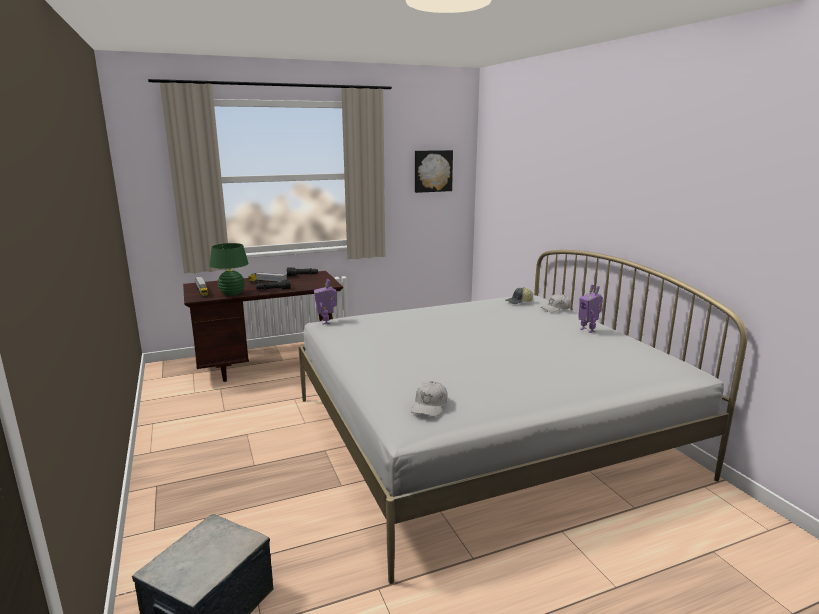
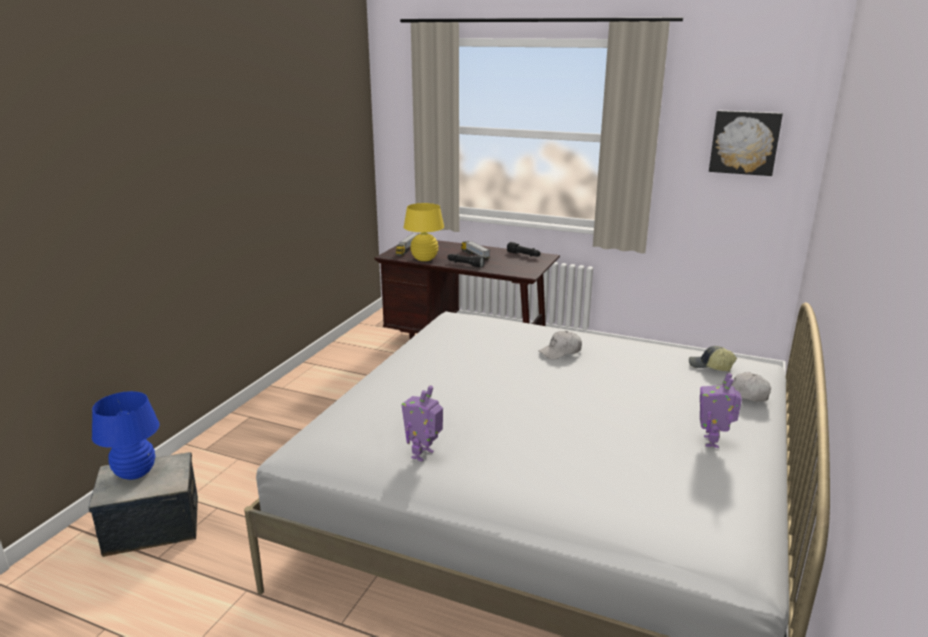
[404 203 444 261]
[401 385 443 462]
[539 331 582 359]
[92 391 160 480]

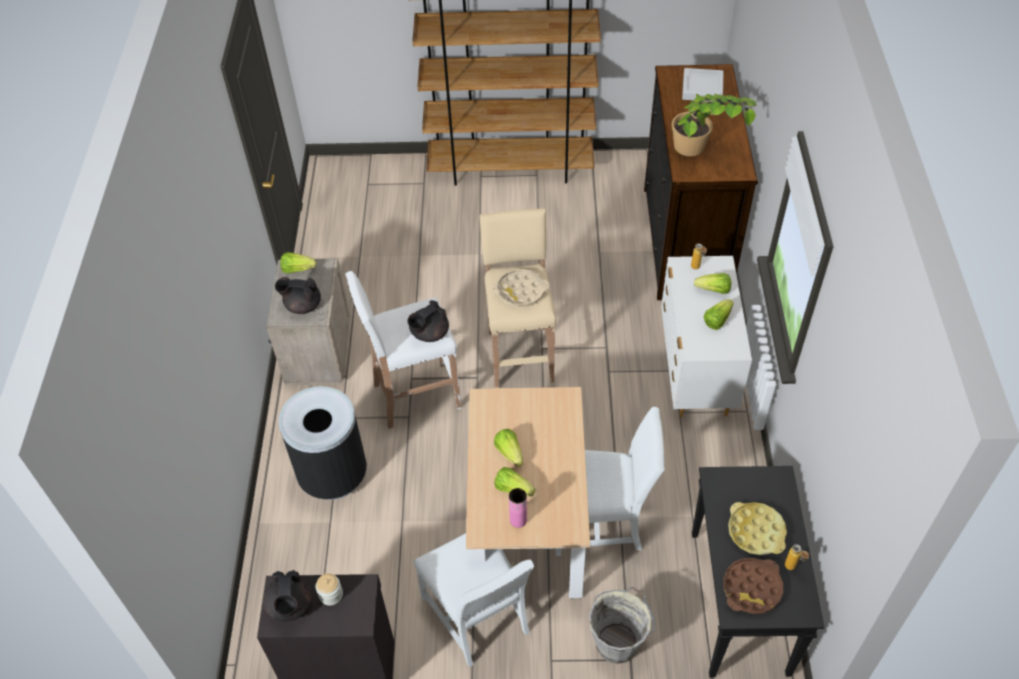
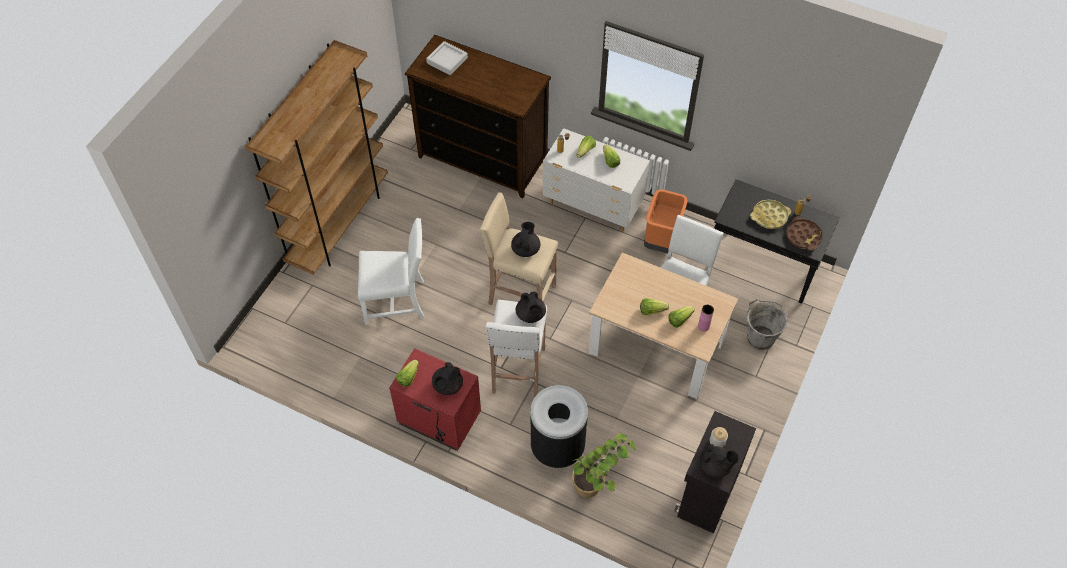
[389 348 481 451]
[358 218 424 325]
[511 222 540 257]
[572 432 636 498]
[644 189 687 253]

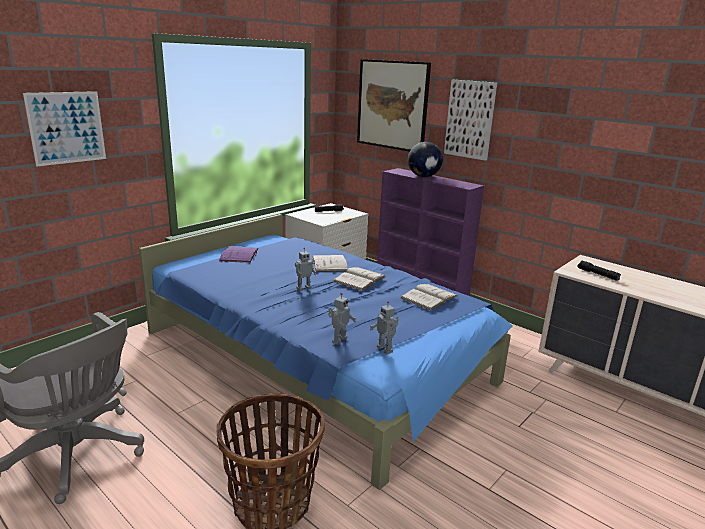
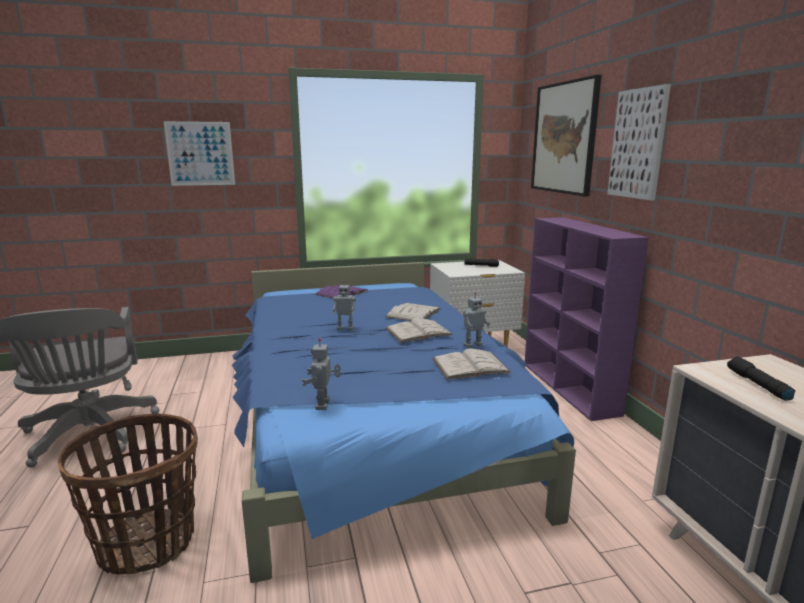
[463 292 491 348]
[408 142 443 177] (first image)

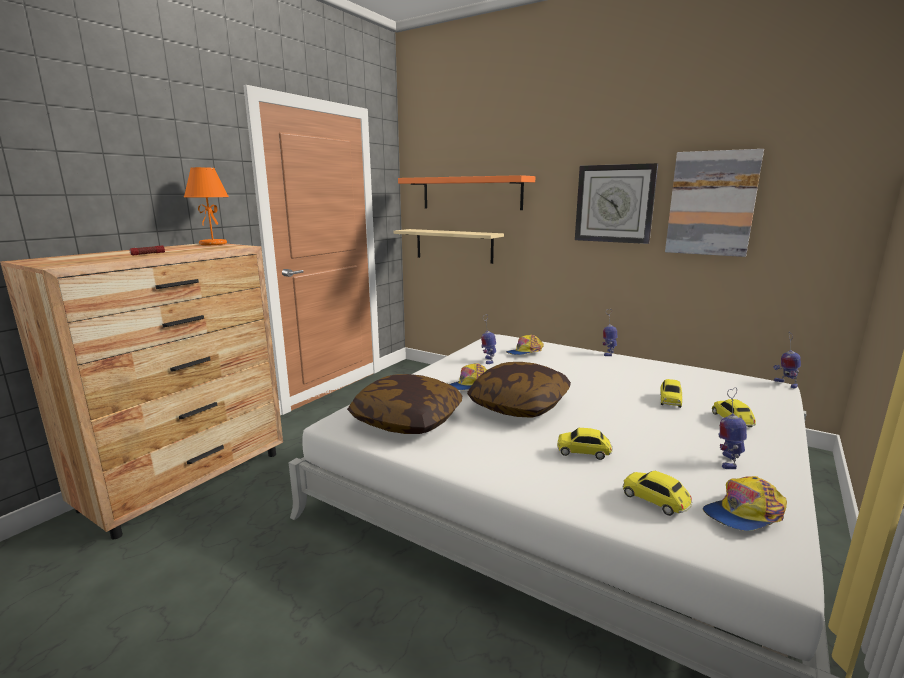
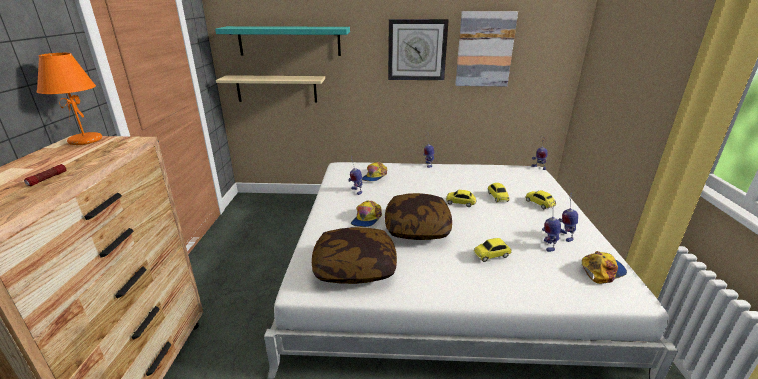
[215 26 350 56]
[446 190 477 207]
[582 251 627 284]
[542 200 561 252]

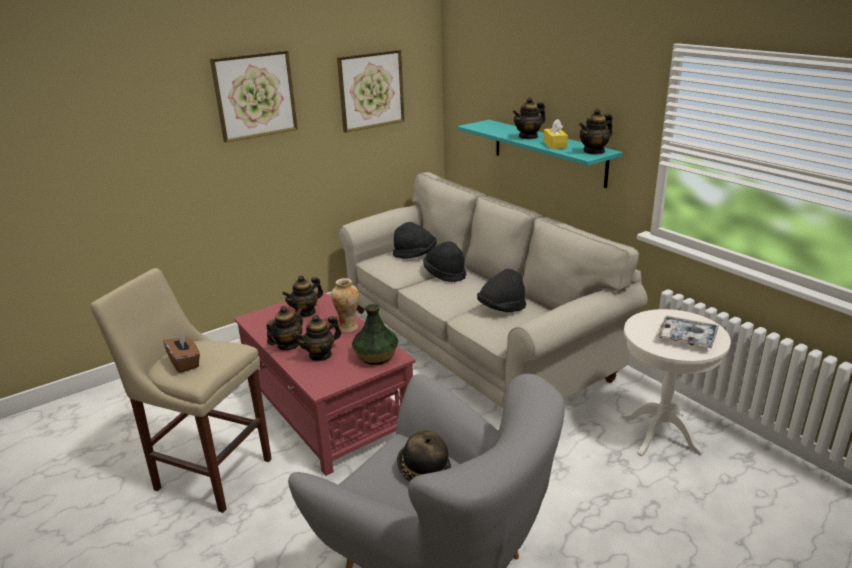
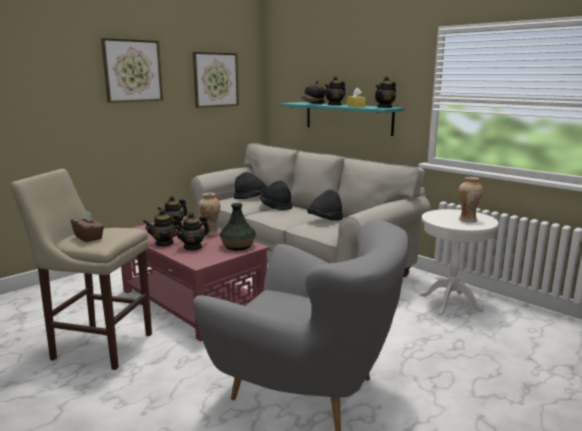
[143 209 183 246]
[301 81 326 104]
[458 177 483 223]

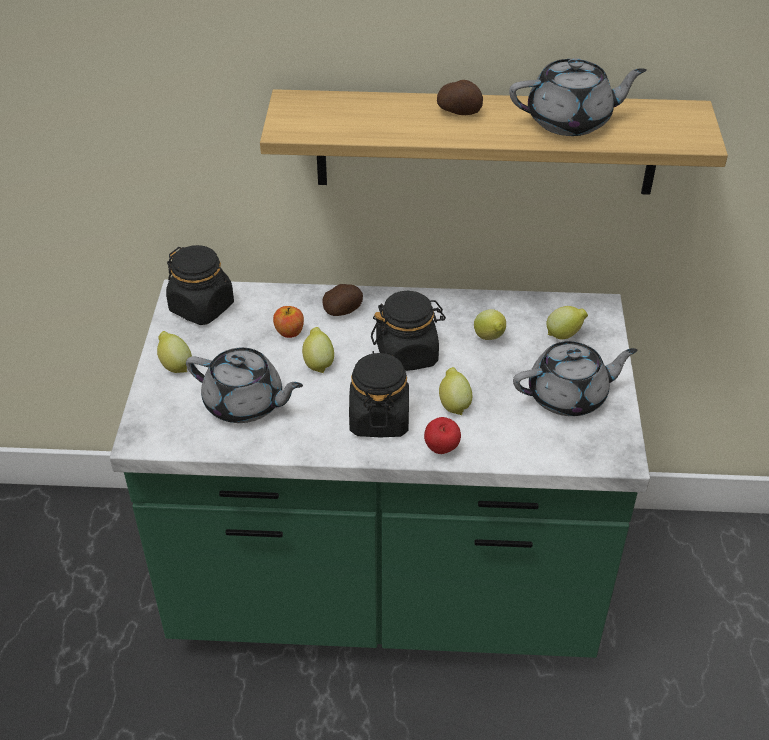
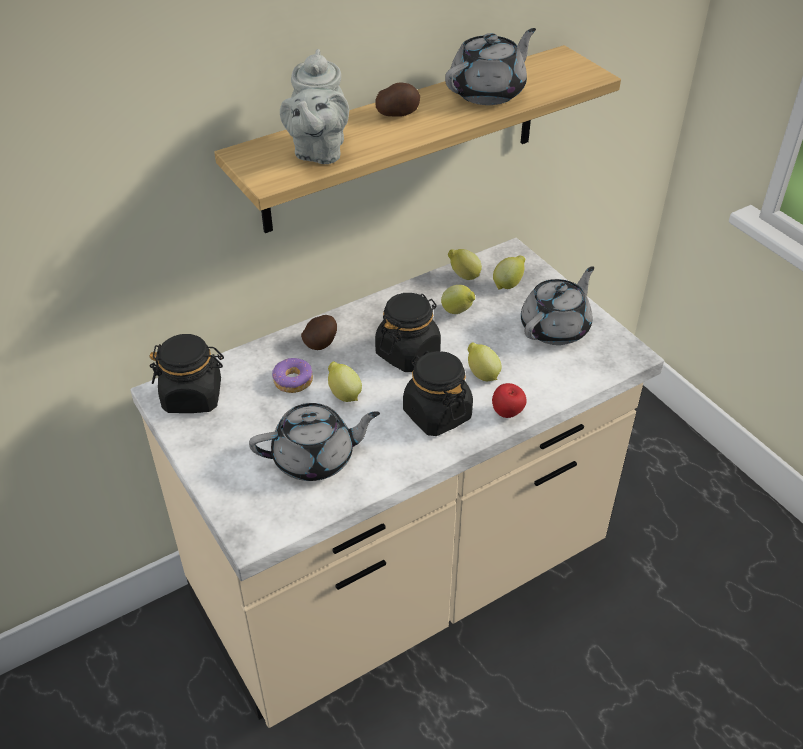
[130 238 664 728]
[448 249 482 280]
[272 358 313 393]
[280 49 349 164]

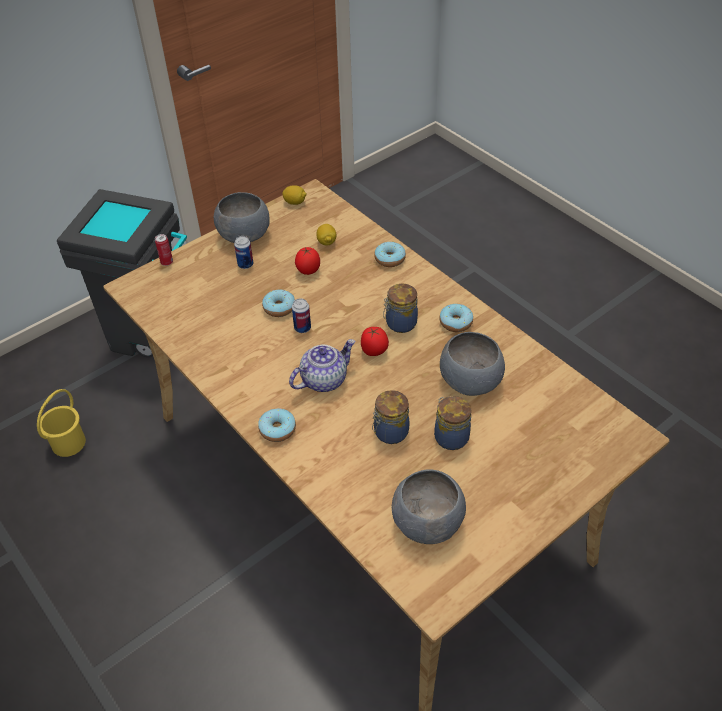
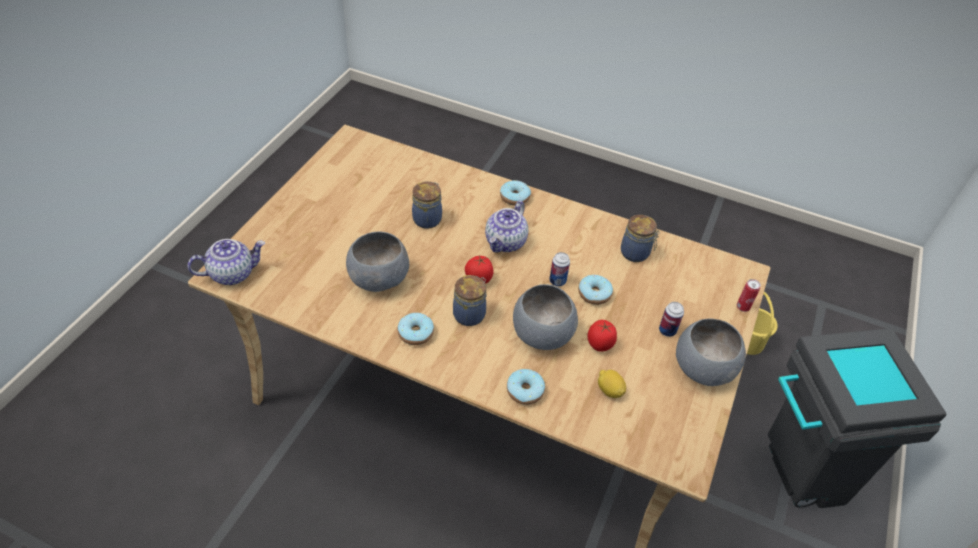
[282 185 307 205] (first image)
[513 284 578 350]
[621 215 660 262]
[188 239 265 285]

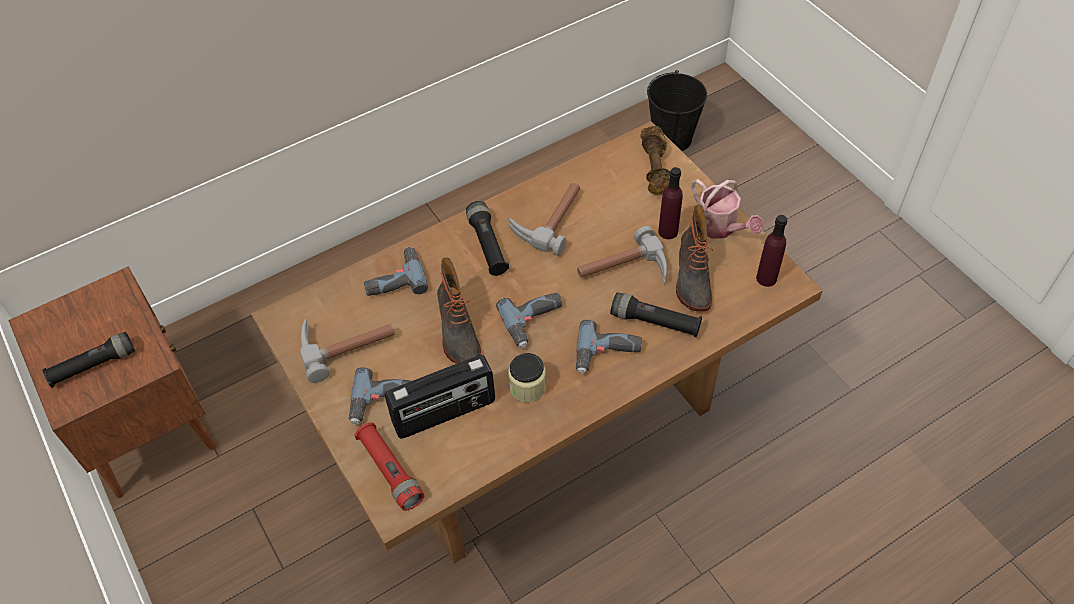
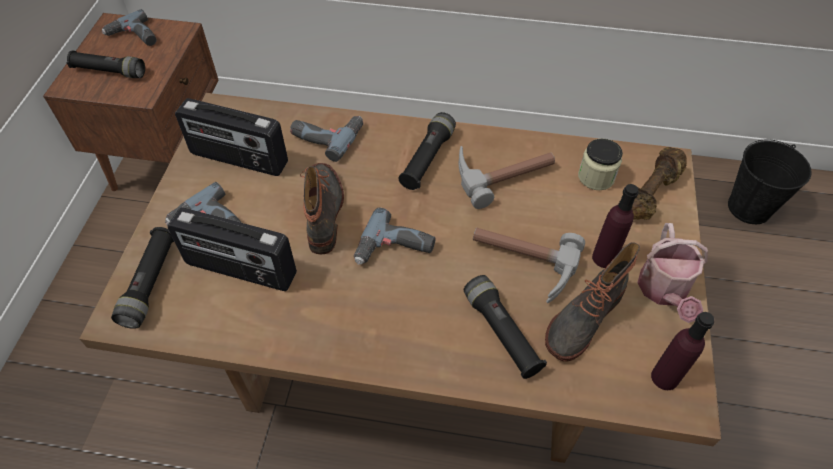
[175 98 288 176]
[111 227 174 329]
[300 163 344 254]
[578 138 623 190]
[102 9 156 46]

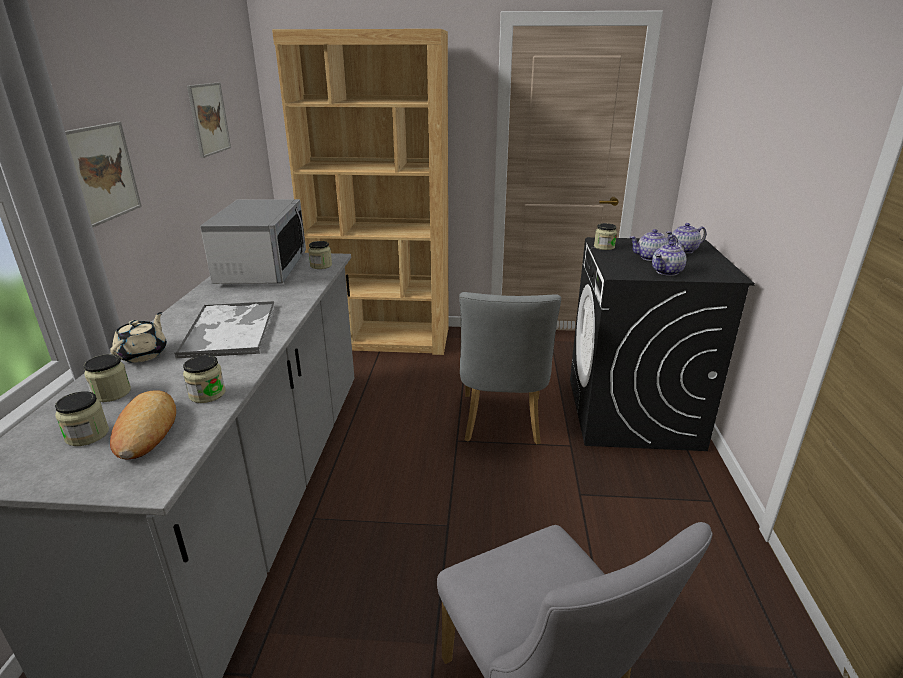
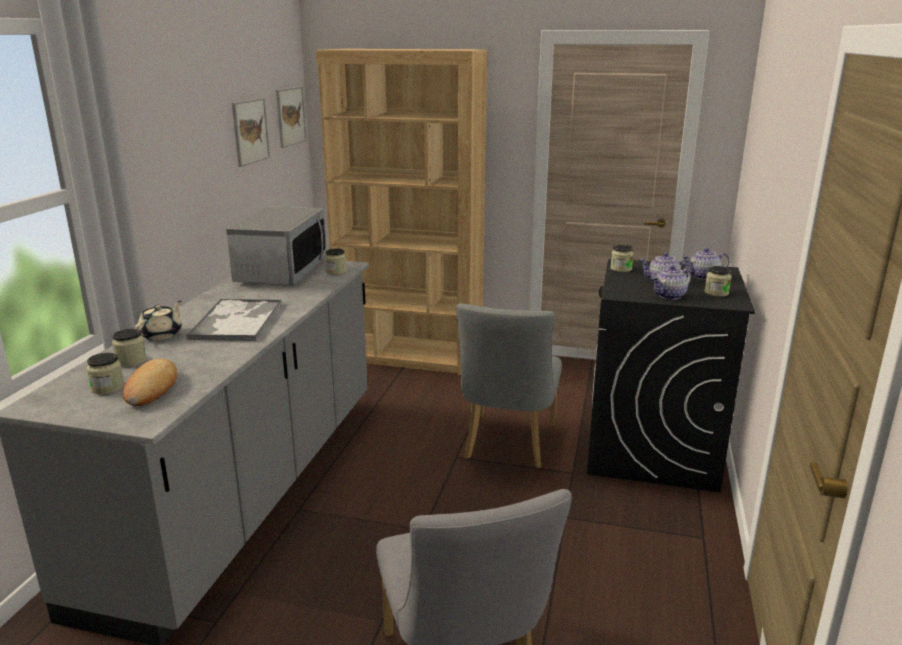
[276 86 307 148]
[705 266 732 297]

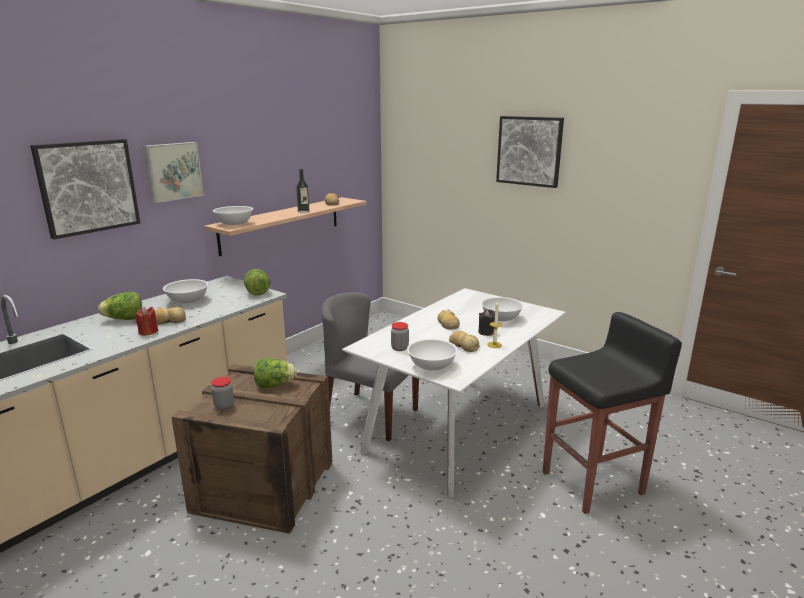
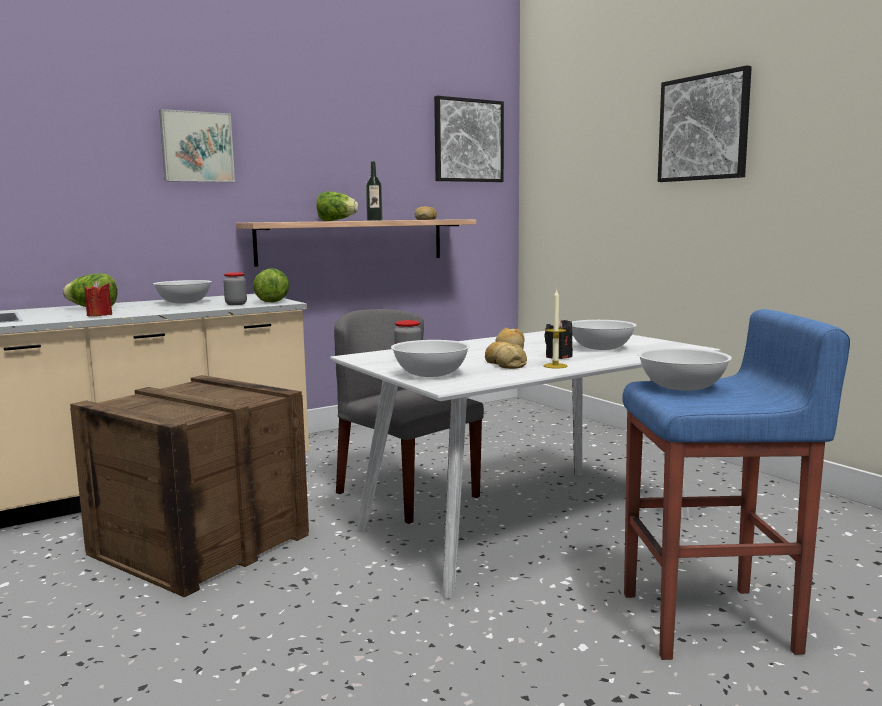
[434 96 504 182]
[155 306 186 325] (first image)
[224 272 247 305]
[637 348 732 391]
[317 191 358 221]
[622 309 850 660]

